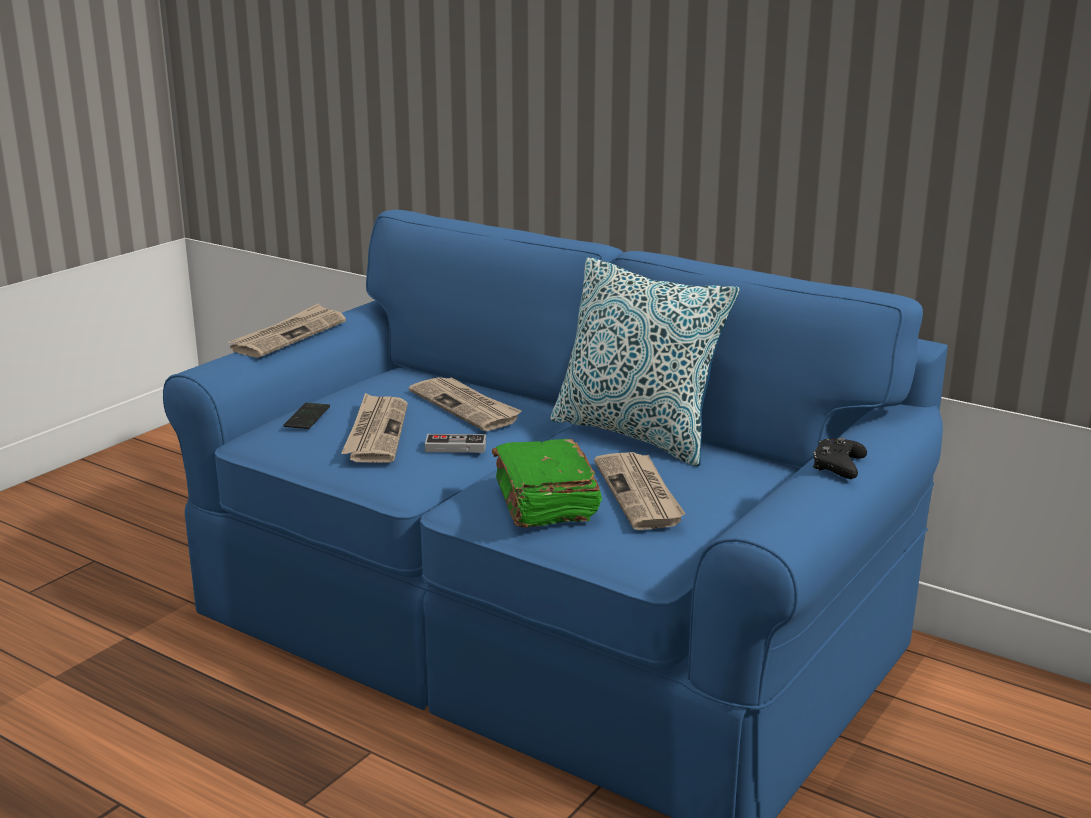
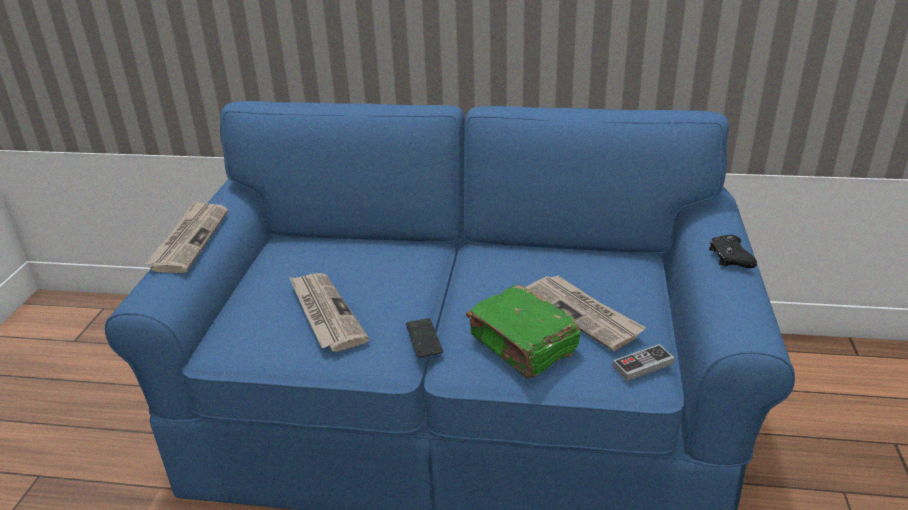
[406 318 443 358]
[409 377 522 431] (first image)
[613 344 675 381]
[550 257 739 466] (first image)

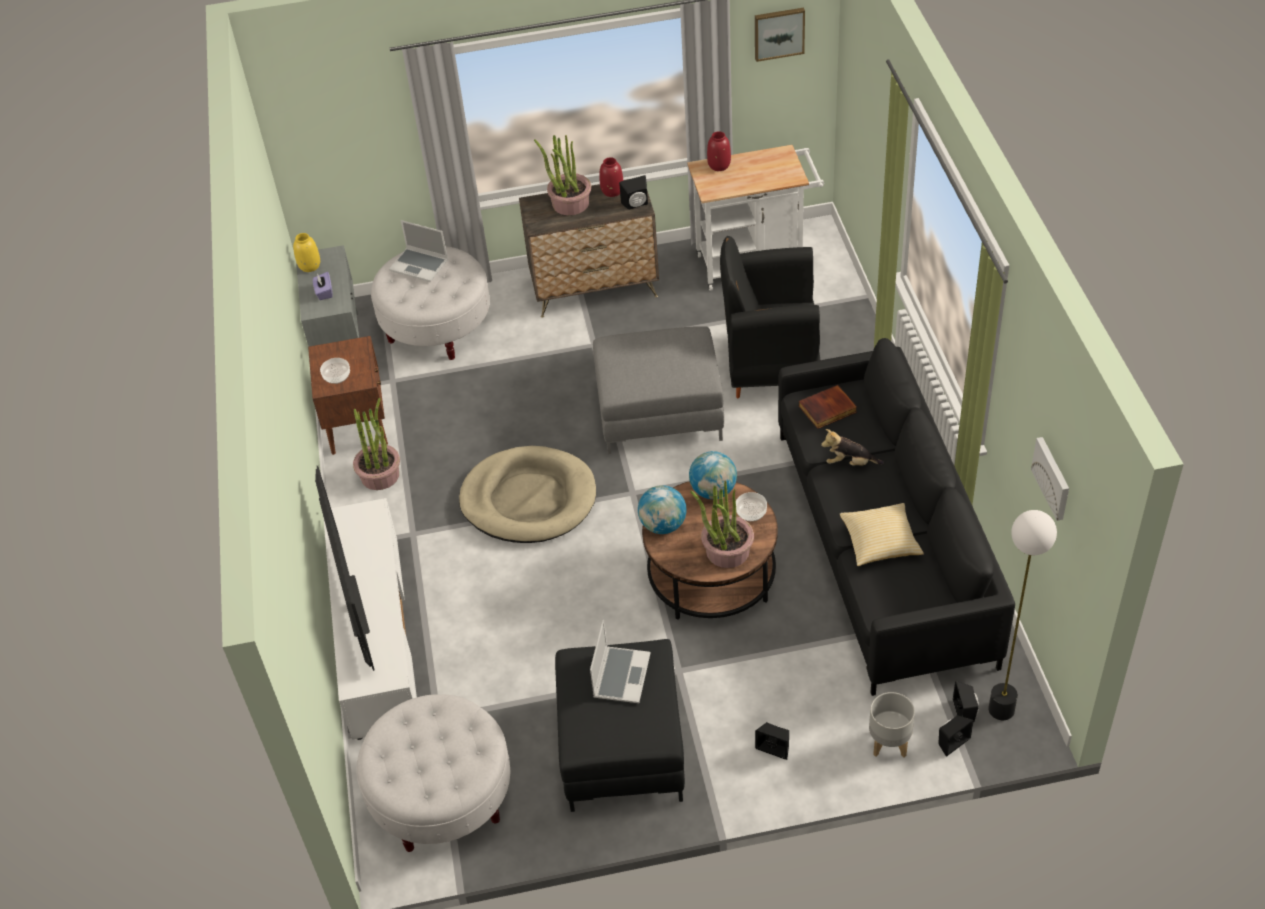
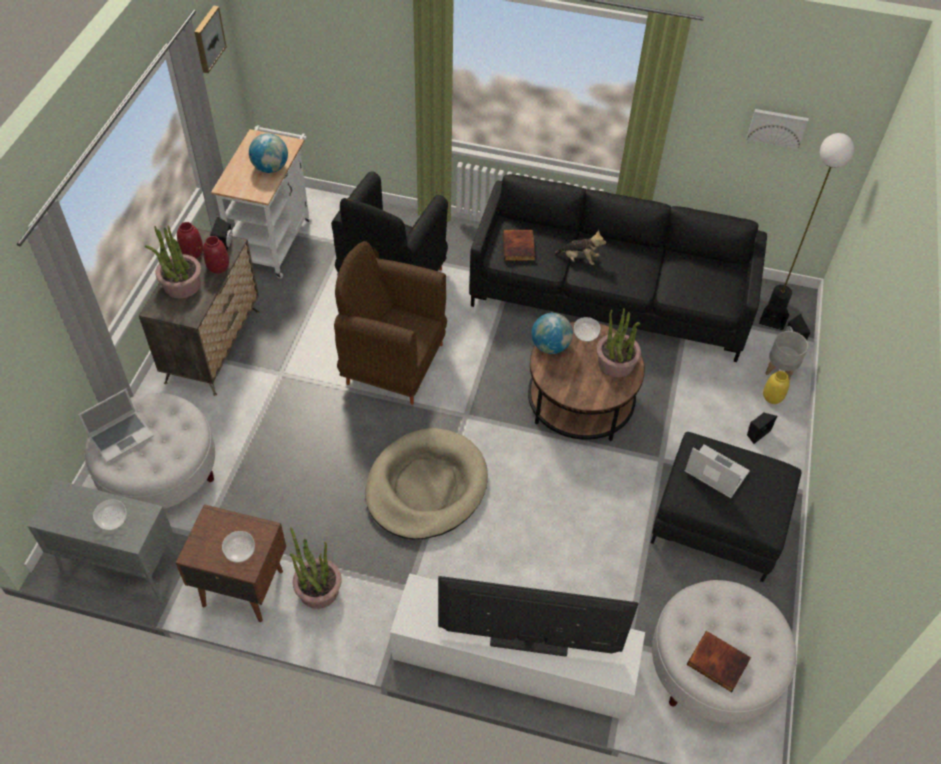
[763 371 790 404]
[93 499 127 530]
[334 241 447 405]
[249 133 288 173]
[203 236 229 274]
[553 230 606 265]
[840 503 924 566] (first image)
[687 631 751 692]

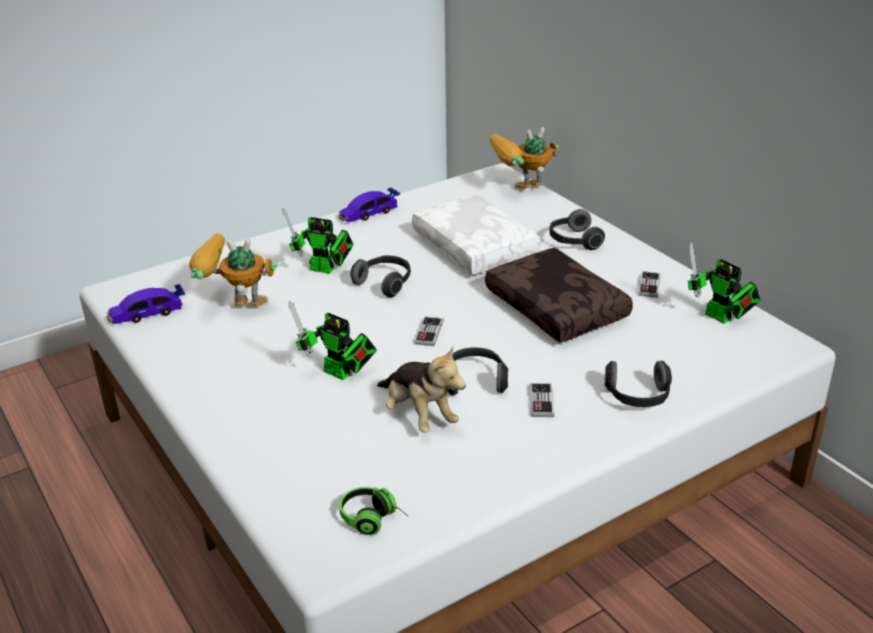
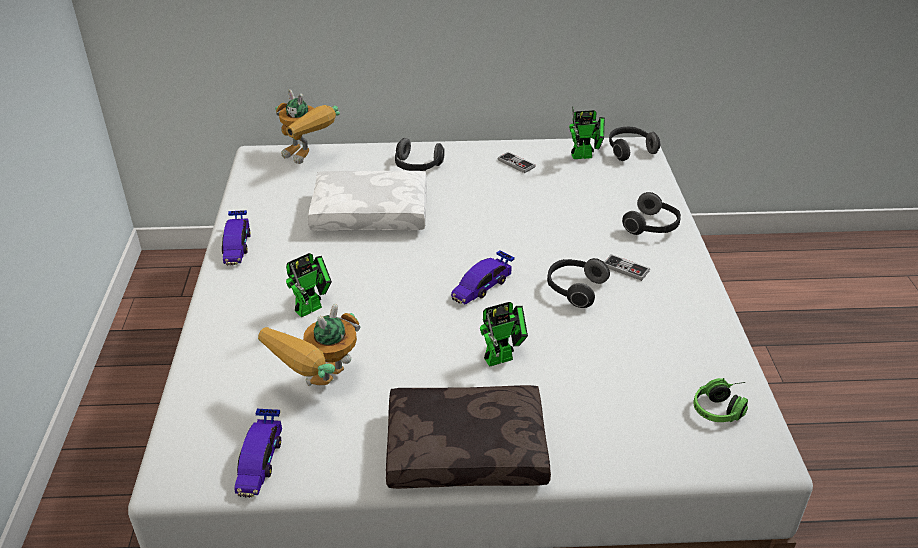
[609 127 661 161]
[377 346 466 433] (first image)
[451 250 515 304]
[386 385 551 489]
[275 89 340 164]

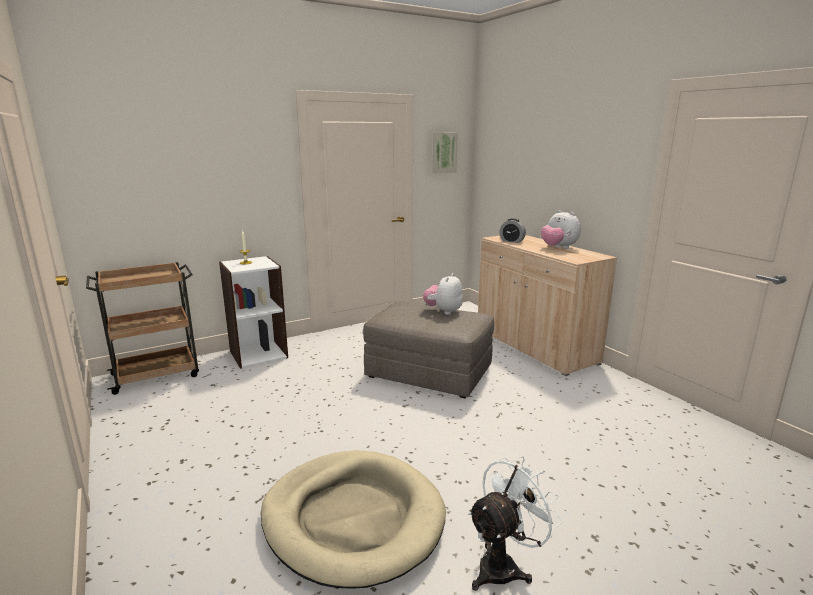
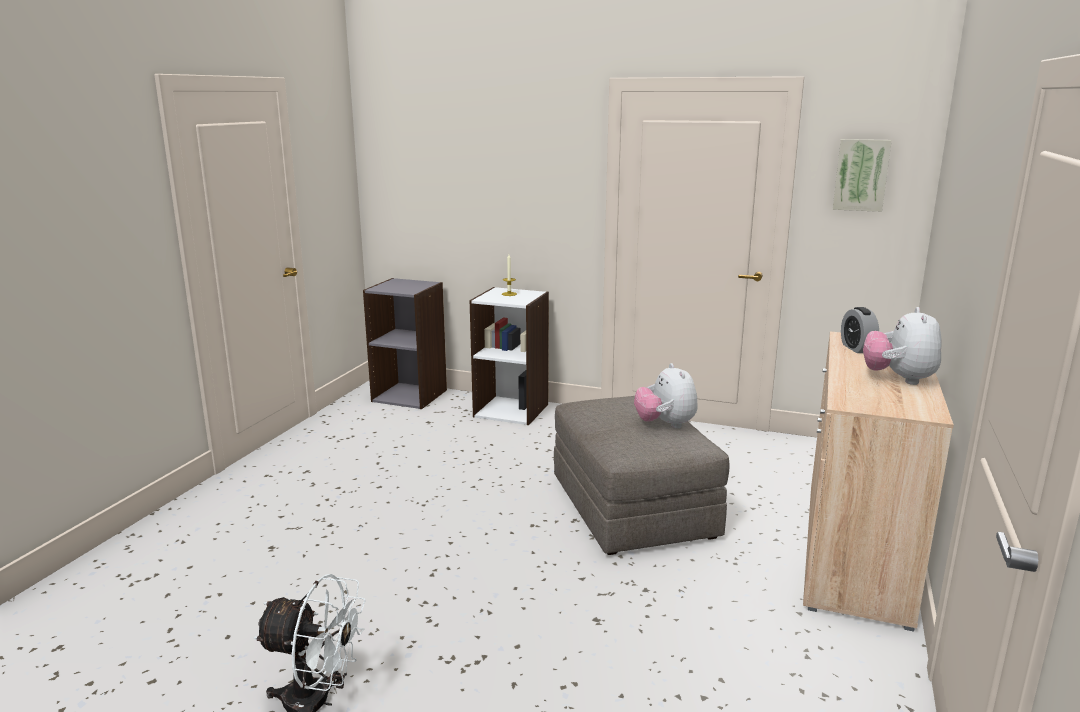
[363 278 447 409]
[261 450 446 589] (first image)
[634 363 698 428]

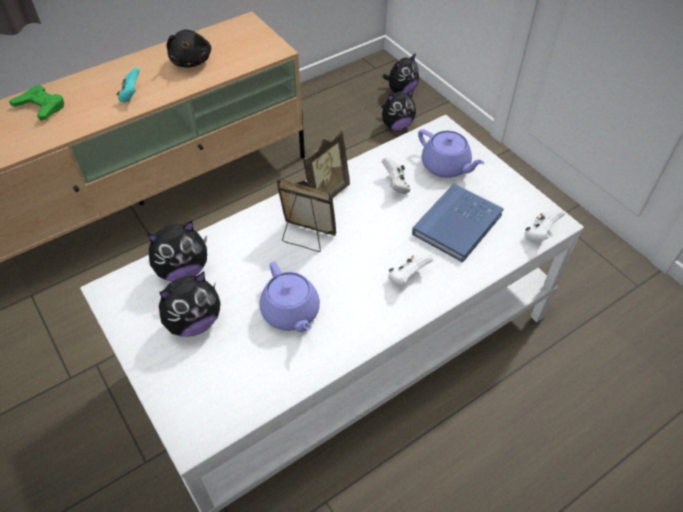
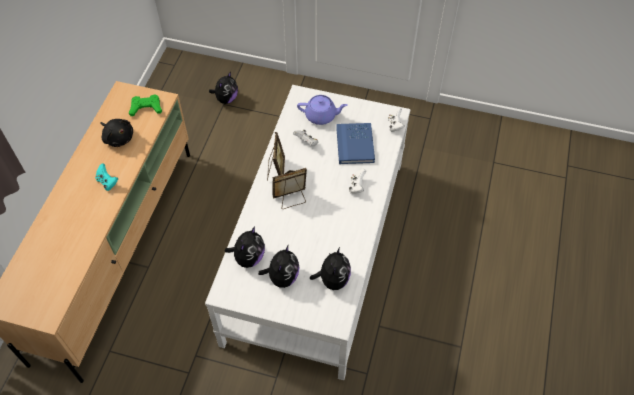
[129 94 162 116]
[259 262 320 332] (first image)
[310 247 351 290]

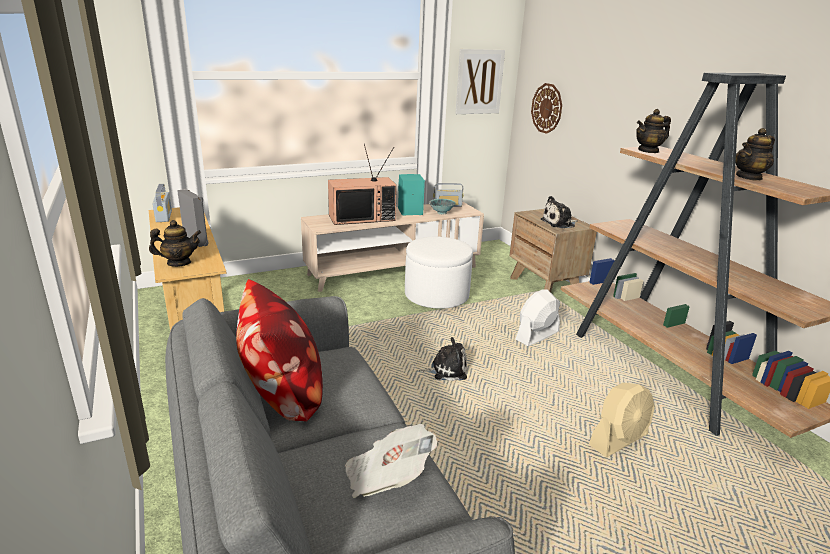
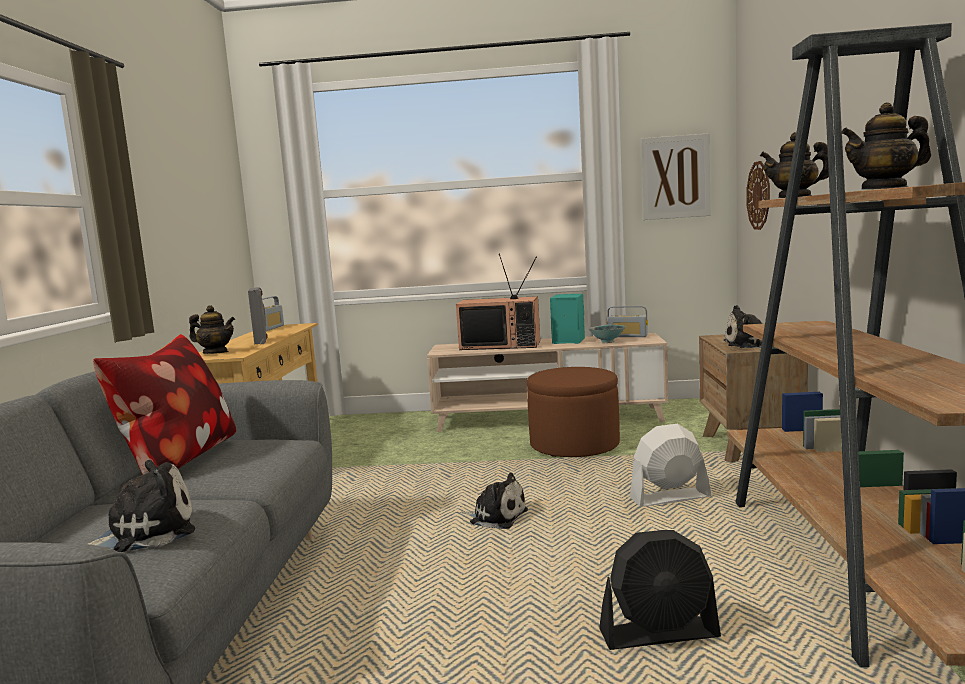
[88 460 195 552]
[527 367 620 457]
[599 530 721 650]

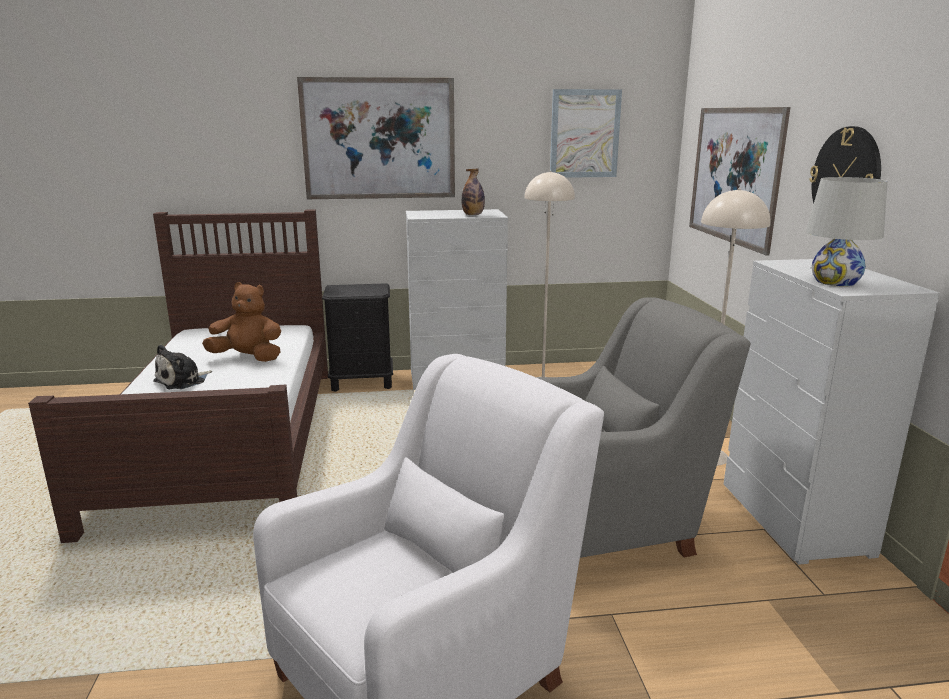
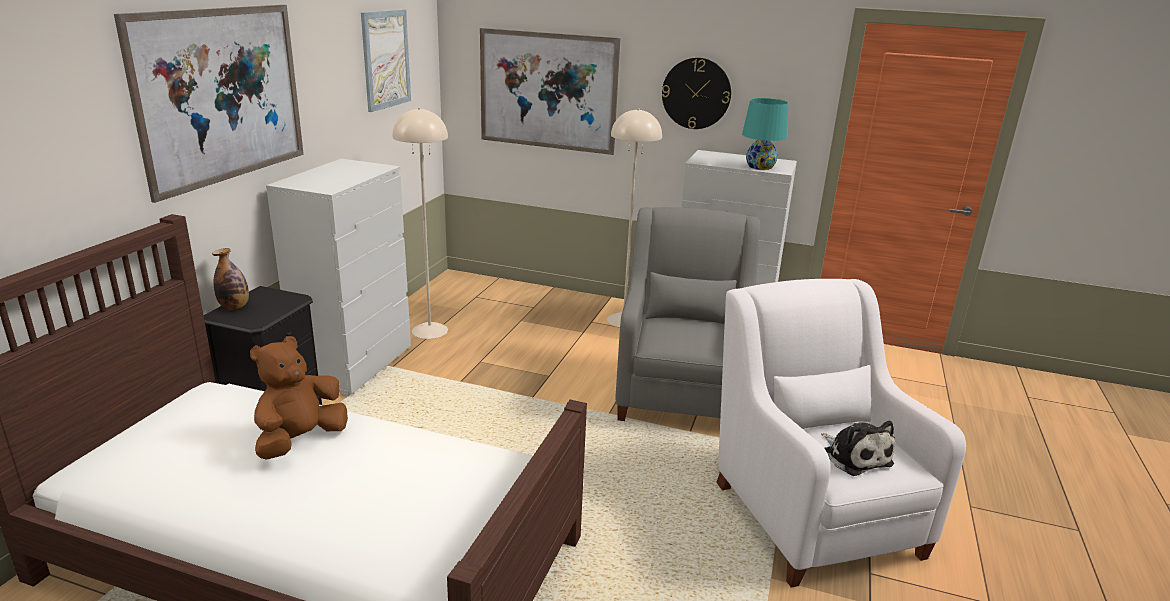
[821 421 895 476]
[212 248 249 310]
[742 98 788 170]

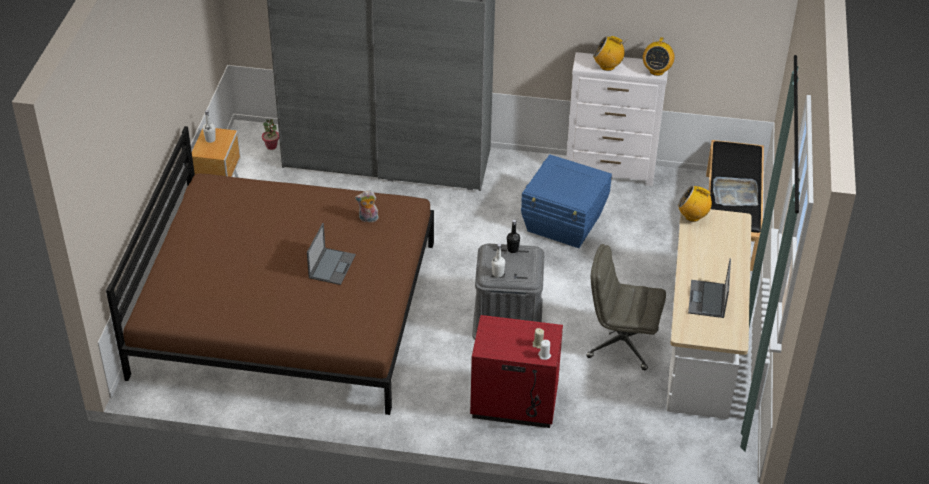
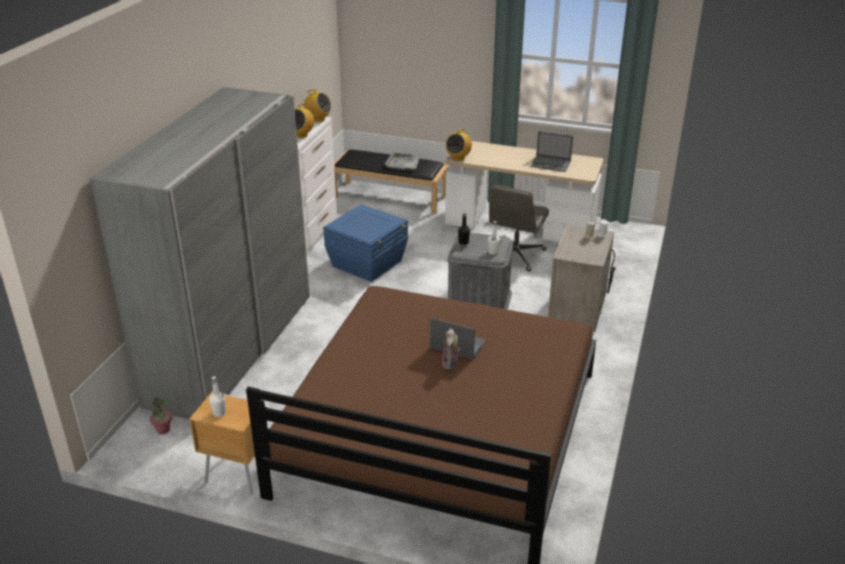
[442 328 461 370]
[548 225 615 332]

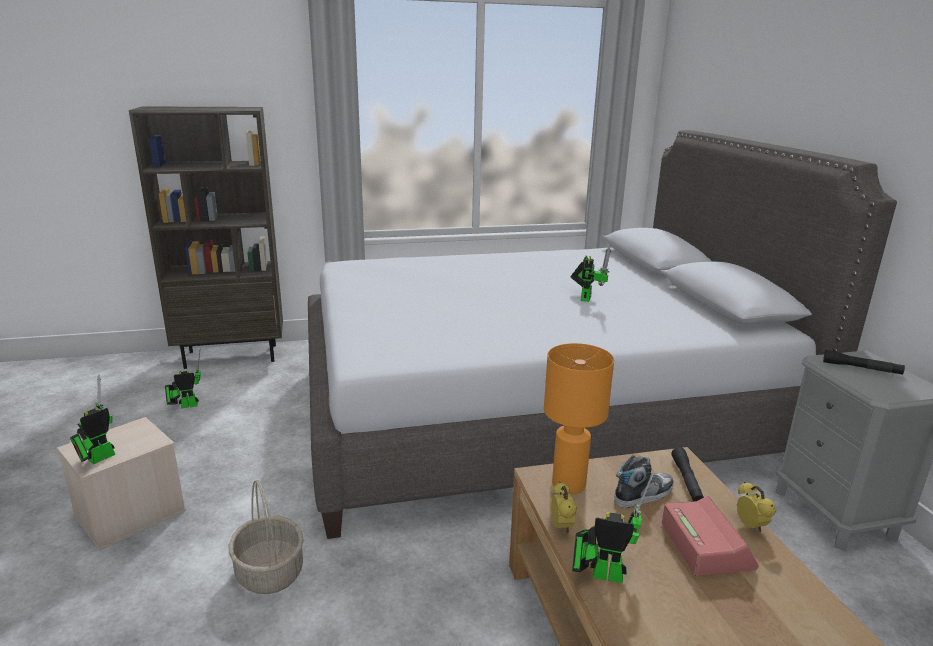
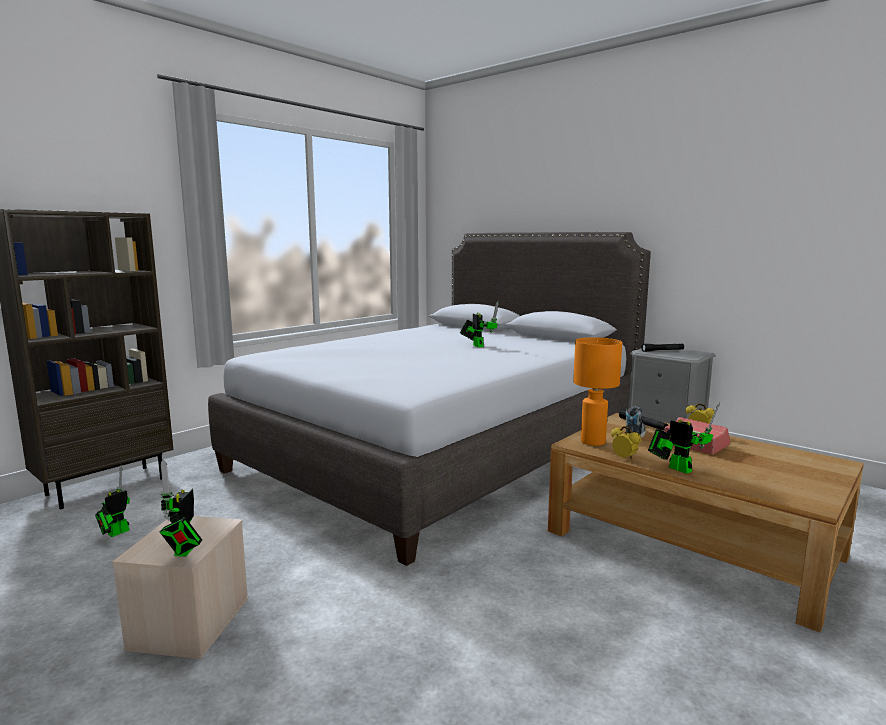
[228 480 304 594] (first image)
[648 402 720 474]

